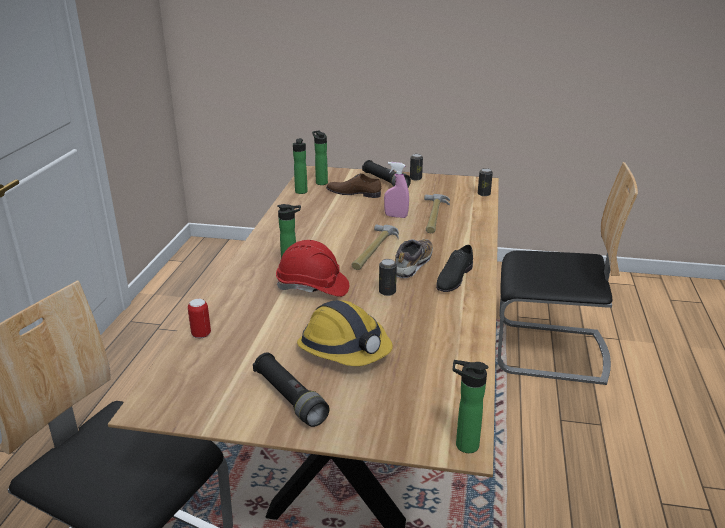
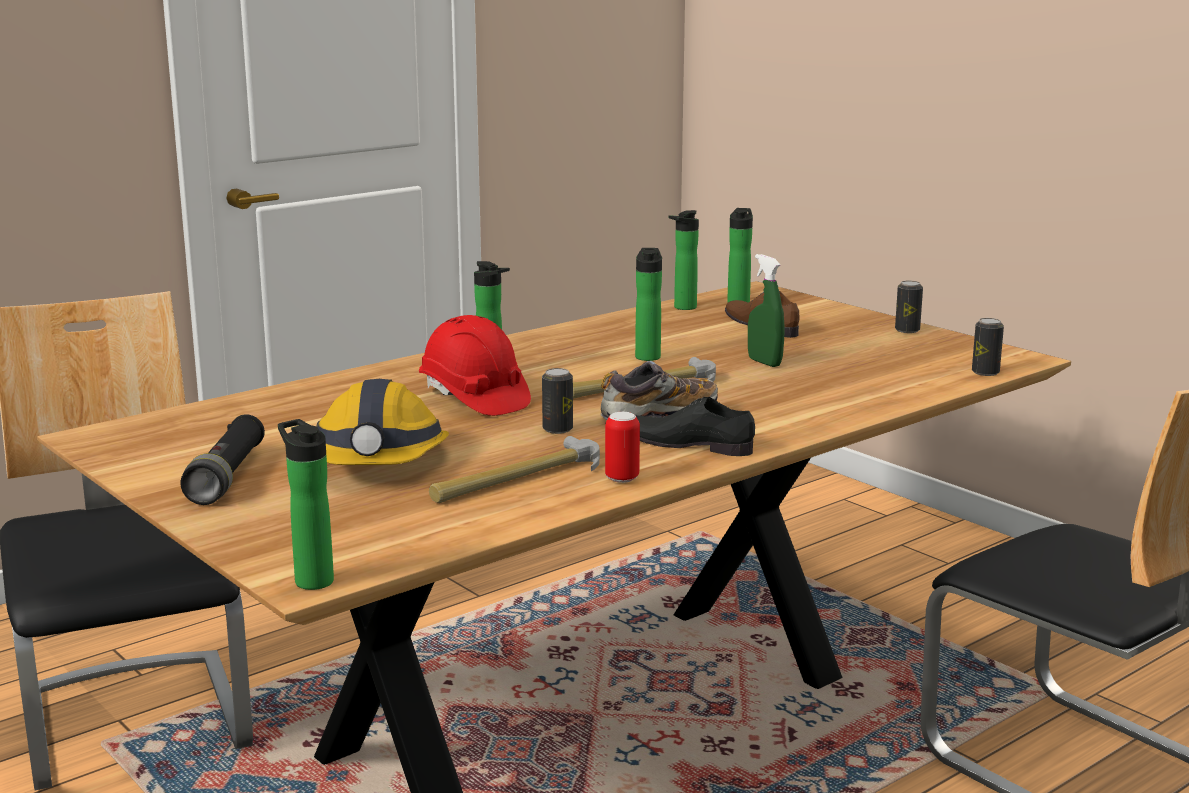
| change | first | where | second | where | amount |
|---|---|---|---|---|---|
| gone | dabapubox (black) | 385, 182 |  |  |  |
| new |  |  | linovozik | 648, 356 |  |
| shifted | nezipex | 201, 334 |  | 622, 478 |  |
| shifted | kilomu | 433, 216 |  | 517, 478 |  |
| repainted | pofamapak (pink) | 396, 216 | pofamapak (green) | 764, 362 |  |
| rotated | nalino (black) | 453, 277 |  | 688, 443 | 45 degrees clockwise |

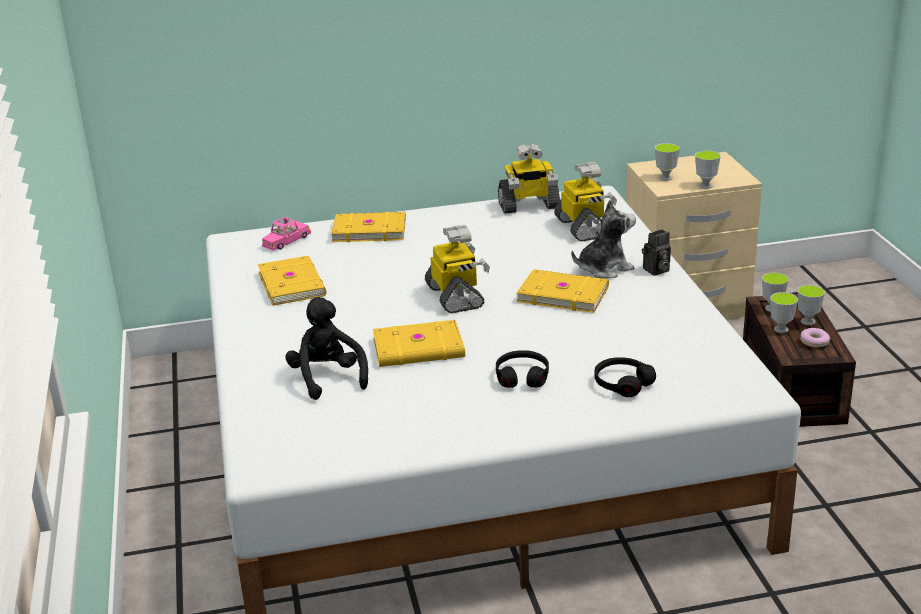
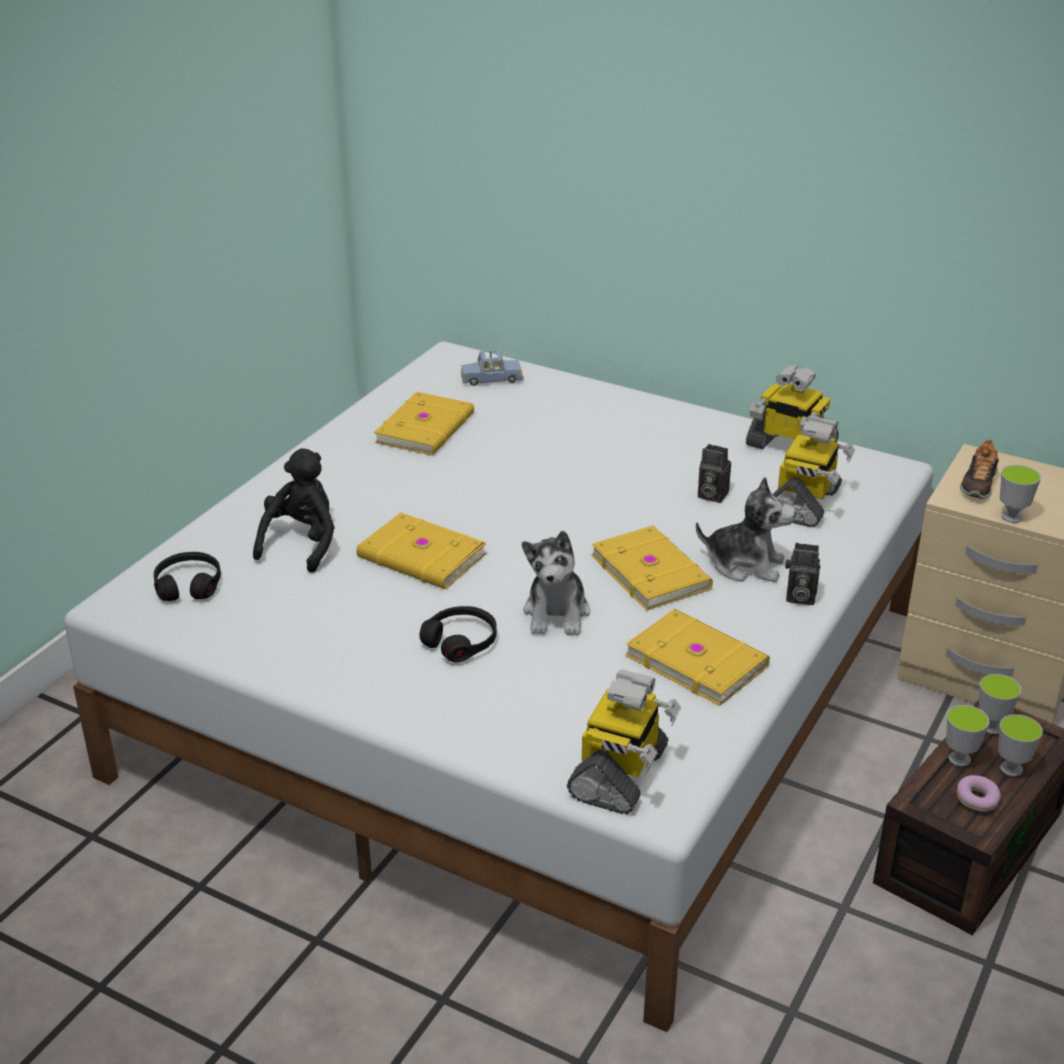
| change | first | where | second | where | amount |
|---|---|---|---|---|---|
| new |  |  | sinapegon | 557, 613 |  |
| new |  |  | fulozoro | 710, 495 |  |
| shifted | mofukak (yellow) | 369, 230 |  | 697, 660 |  |
| shifted | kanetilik | 456, 296 |  | 620, 774 |  |
| shifted | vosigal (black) | 622, 383 |  | 188, 585 |  |
| swapped | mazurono | 665, 178 | nalino | 978, 484 |  |
| repainted | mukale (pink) | 286, 241 | mukale (blue) | 491, 379 |  |

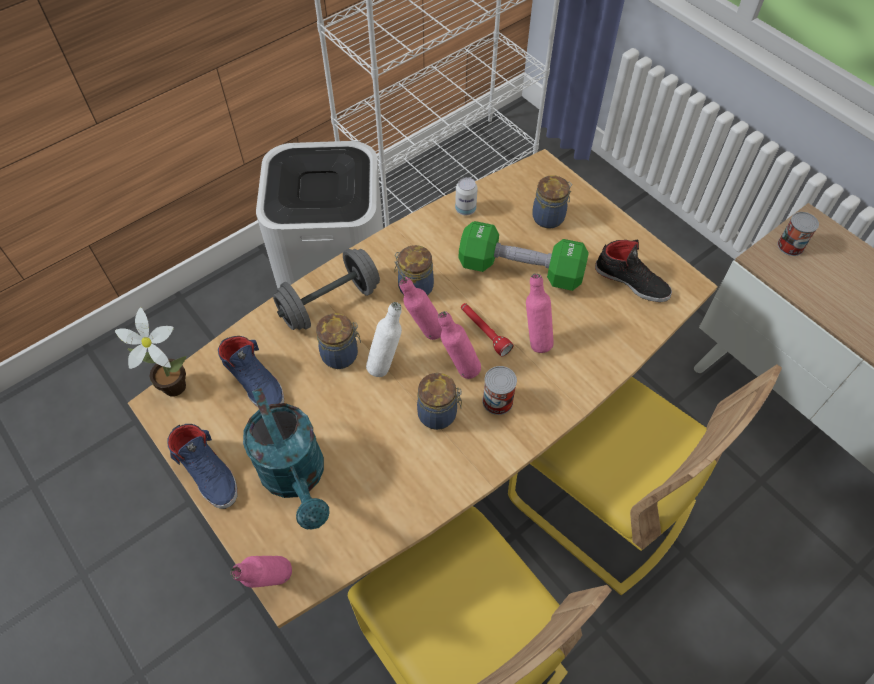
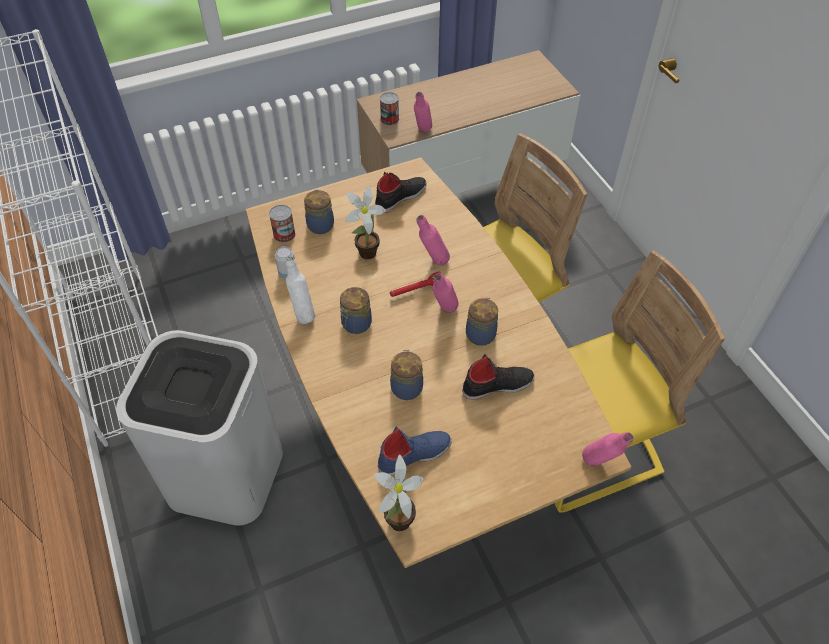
| change | first | where | second | where | amount |
|---|---|---|---|---|---|
| gone | nalino (blue) | 208, 472 |  |  |  |
| gone | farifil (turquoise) | 297, 478 |  |  |  |
| gone | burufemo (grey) | 330, 303 |  |  |  |
| new |  |  | nalino (black) | 497, 385 |  |
| shifted | linovozik (white) | 386, 364 |  | 303, 314 |  |
| shifted | linovozik (pink) | 423, 332 |  | 422, 133 |  |
| shifted | nezipex | 497, 401 |  | 284, 234 |  |
| swapped | burufemo (green) | 520, 269 | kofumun | 365, 254 |  |

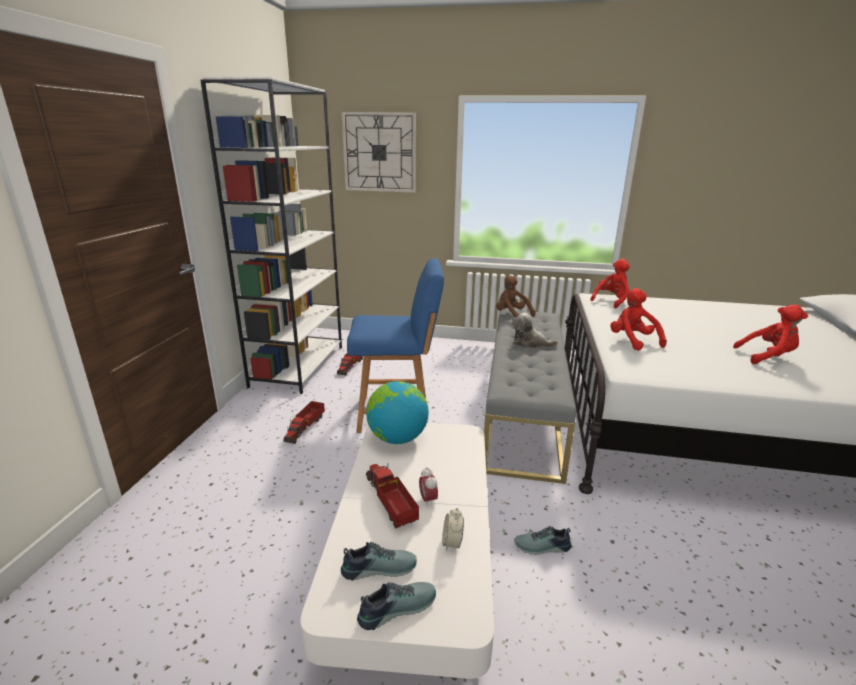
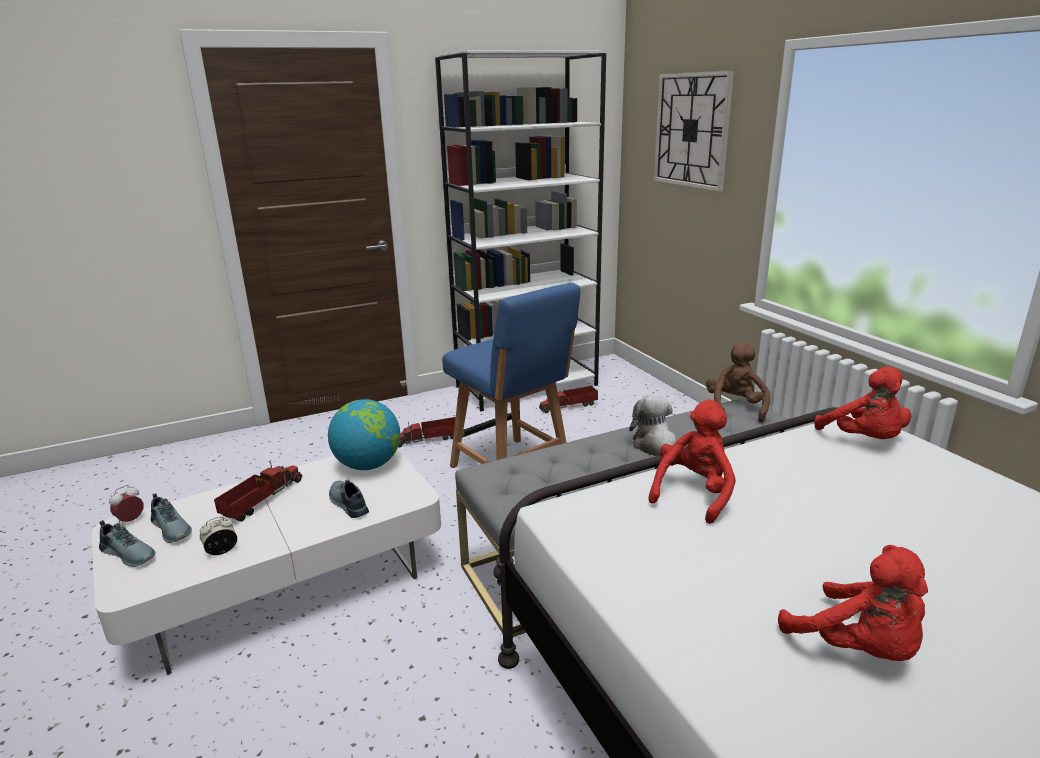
| change | first | where | second | where | amount |
|---|---|---|---|---|---|
| shifted | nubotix | 428, 500 |  | 131, 520 |  |
| shifted | nalino | 542, 547 |  | 347, 504 |  |
| rotated | sinapegon (red) | 611, 301 |  | 864, 440 | 60 degrees clockwise |

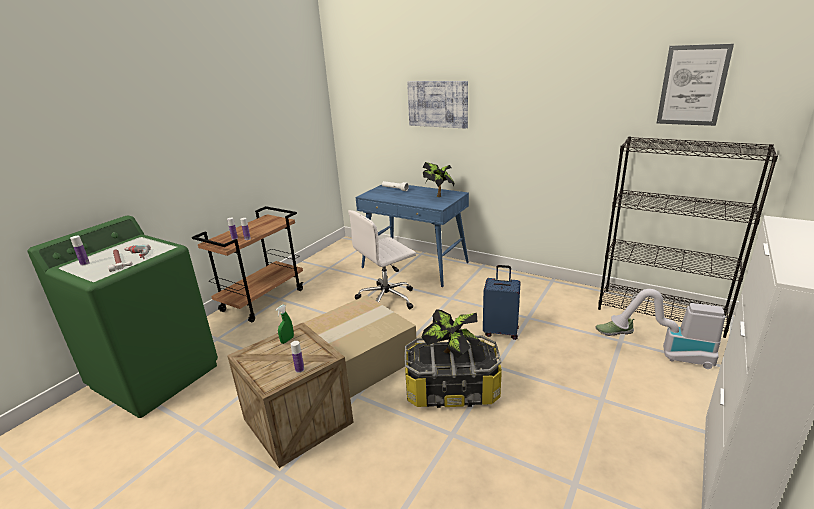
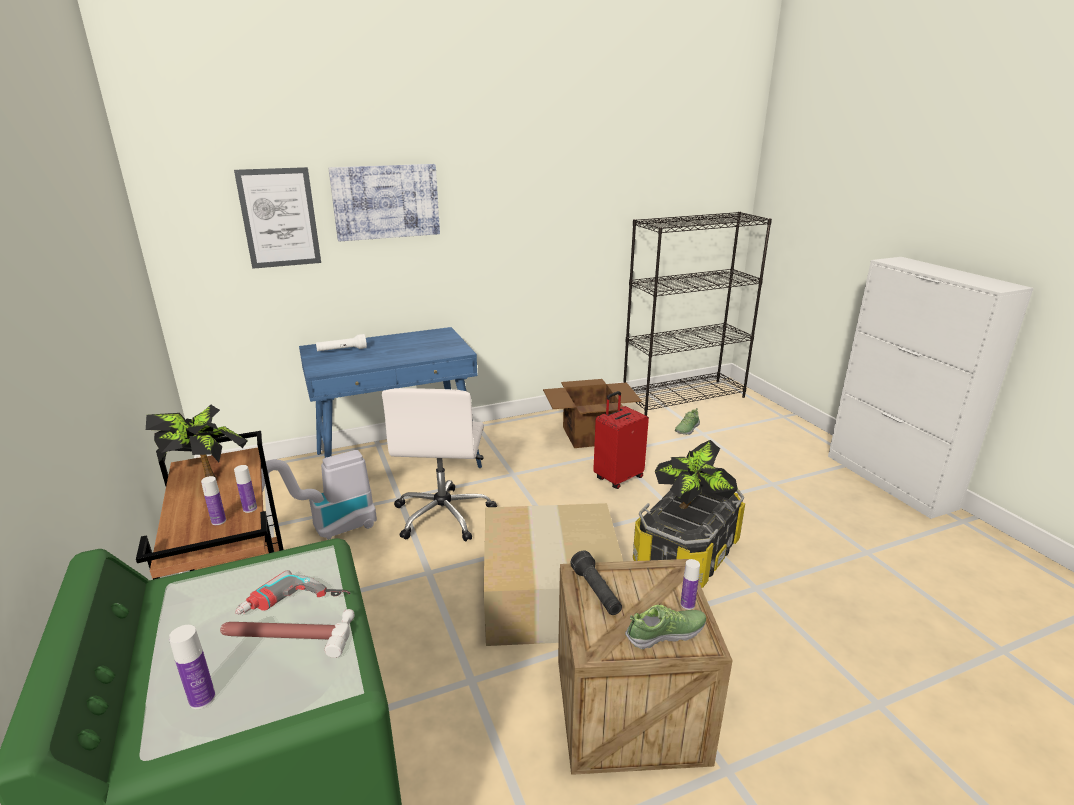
| change | first | where | second | where | amount |
|---|---|---|---|---|---|
| new |  |  | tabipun | 589, 435 |  |
| new |  |  | nalino | 666, 634 |  |
| shifted | kofumun | 439, 195 |  | 206, 476 |  |
| shifted | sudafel | 668, 354 |  | 323, 532 |  |
| shifted | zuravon | 692, 85 |  | 279, 218 |  |
| swapped | pofamapak (green) | 287, 340 | dabapubox (black) | 596, 592 |  |
| repainted | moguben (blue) | 501, 331 | moguben (red) | 618, 478 |  |

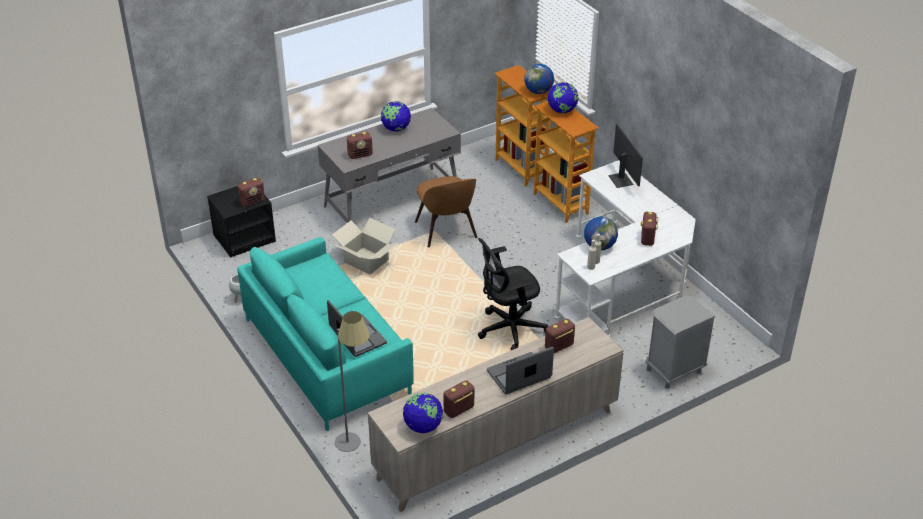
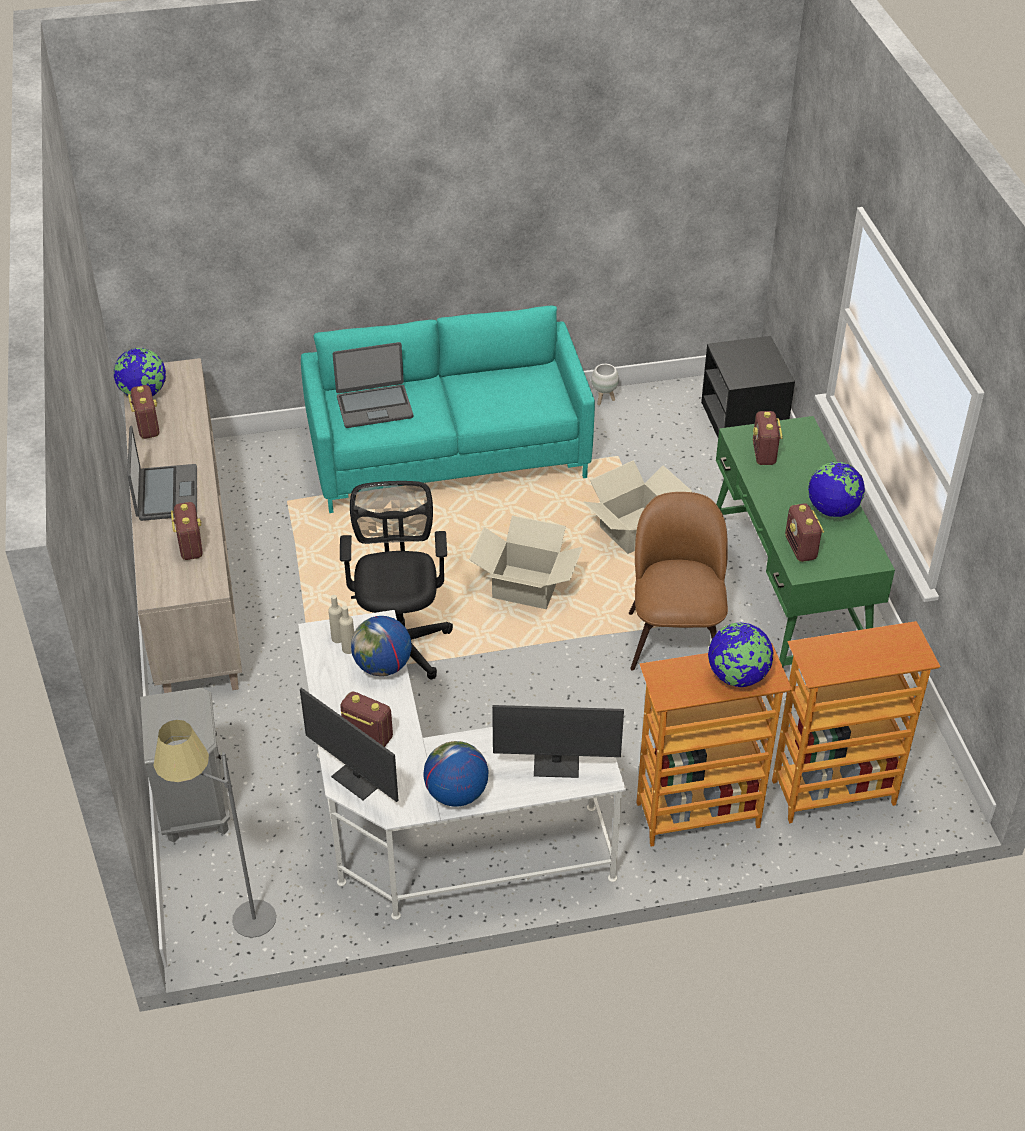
| change | first | where | second | where | amount |
|---|---|---|---|---|---|
| new |  |  | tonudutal | 359, 779 |  |
| new |  |  | tabipun | 526, 586 |  |
| shifted | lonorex | 252, 201 |  | 801, 548 |  |
| shifted | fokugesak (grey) | 356, 447 |  | 235, 927 |  |
| shifted | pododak | 538, 92 |  | 456, 794 |  |
| repainted | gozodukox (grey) | 392, 200 | gozodukox (green) | 787, 593 |  |
| rotated | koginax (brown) | 446, 231 |  | 675, 637 | 90 degrees clockwise |

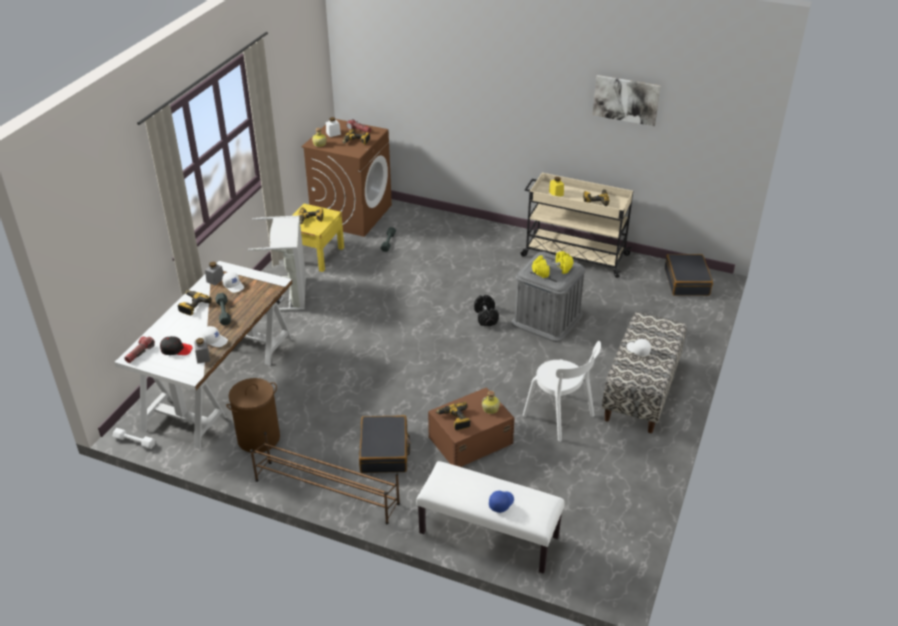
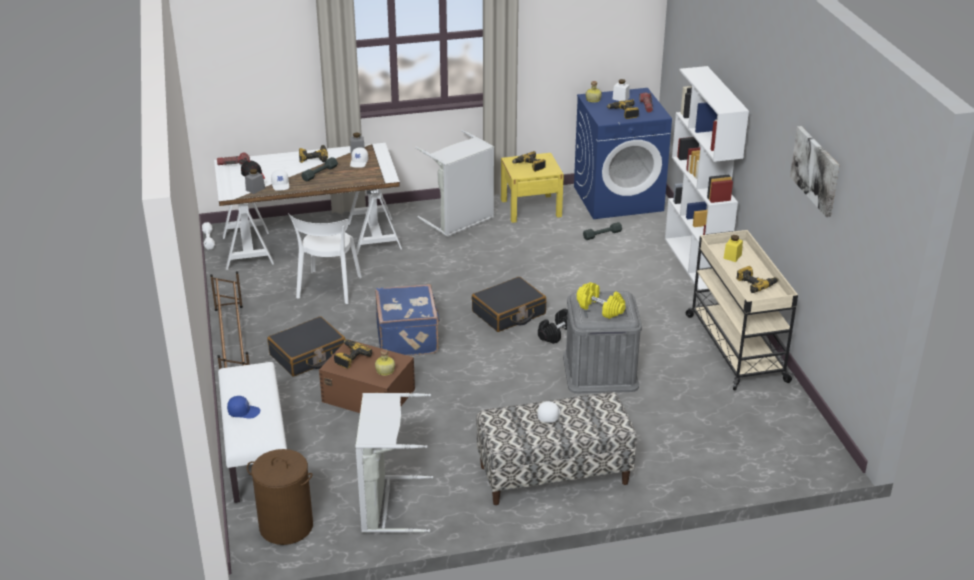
| change | first | where | second | where | amount |
|---|---|---|---|---|---|
| new |  |  | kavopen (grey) | 387, 505 |  |
| new |  |  | moguben (blue) | 408, 338 |  |
| new |  |  | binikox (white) | 695, 263 |  |
| shifted | kavopen (brown) | 258, 438 |  | 285, 526 |  |
| shifted | koginax (white) | 561, 417 |  | 328, 289 |  |
| shifted | moguben (black) | 687, 282 |  | 509, 313 |  |
| repainted | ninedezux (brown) | 352, 214 | ninedezux (blue) | 618, 198 |  |

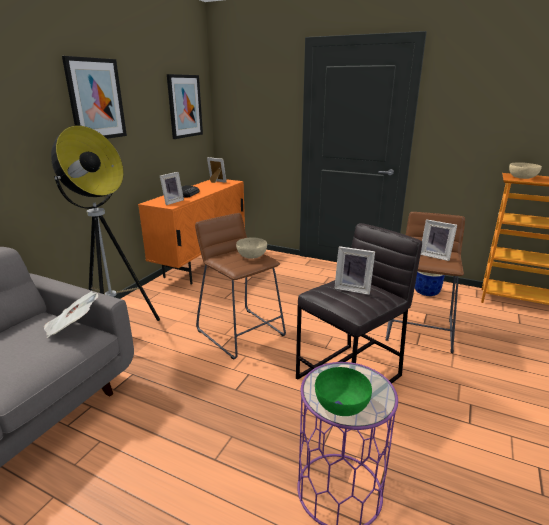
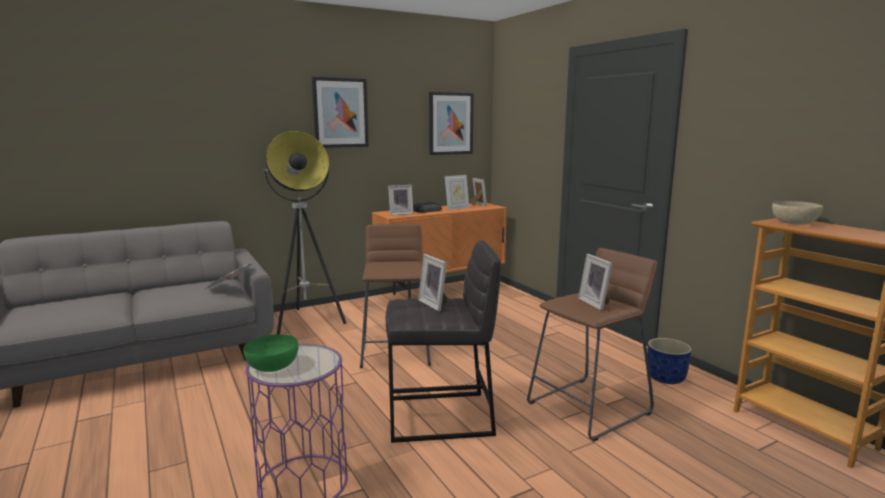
| change | first | where | second | where | amount |
|---|---|---|---|---|---|
| gone | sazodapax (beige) | 252, 255 |  |  |  |
| new |  |  | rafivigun | 457, 208 |  |

